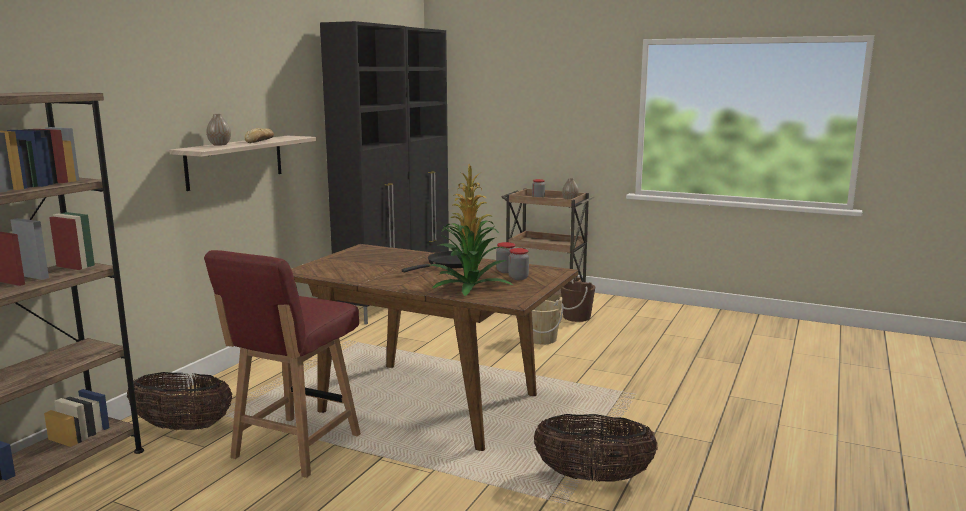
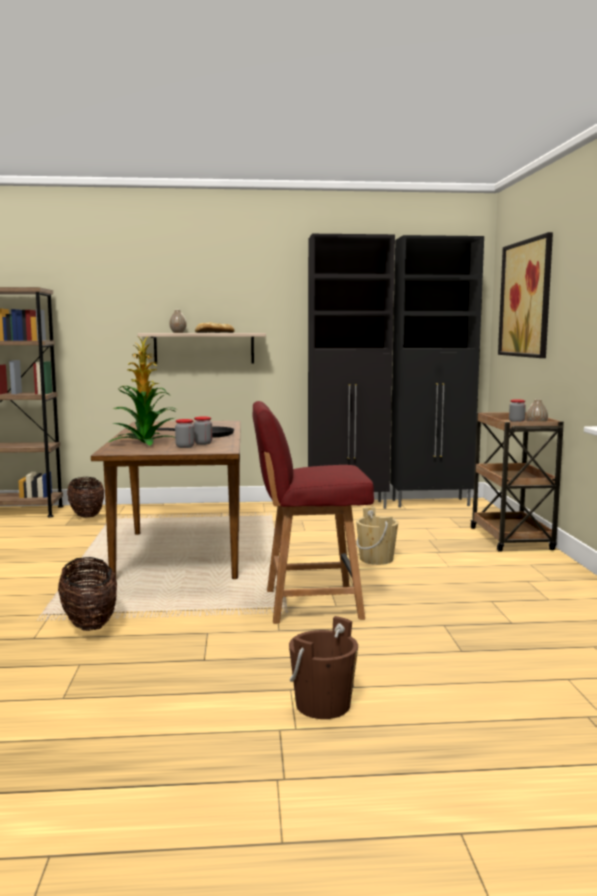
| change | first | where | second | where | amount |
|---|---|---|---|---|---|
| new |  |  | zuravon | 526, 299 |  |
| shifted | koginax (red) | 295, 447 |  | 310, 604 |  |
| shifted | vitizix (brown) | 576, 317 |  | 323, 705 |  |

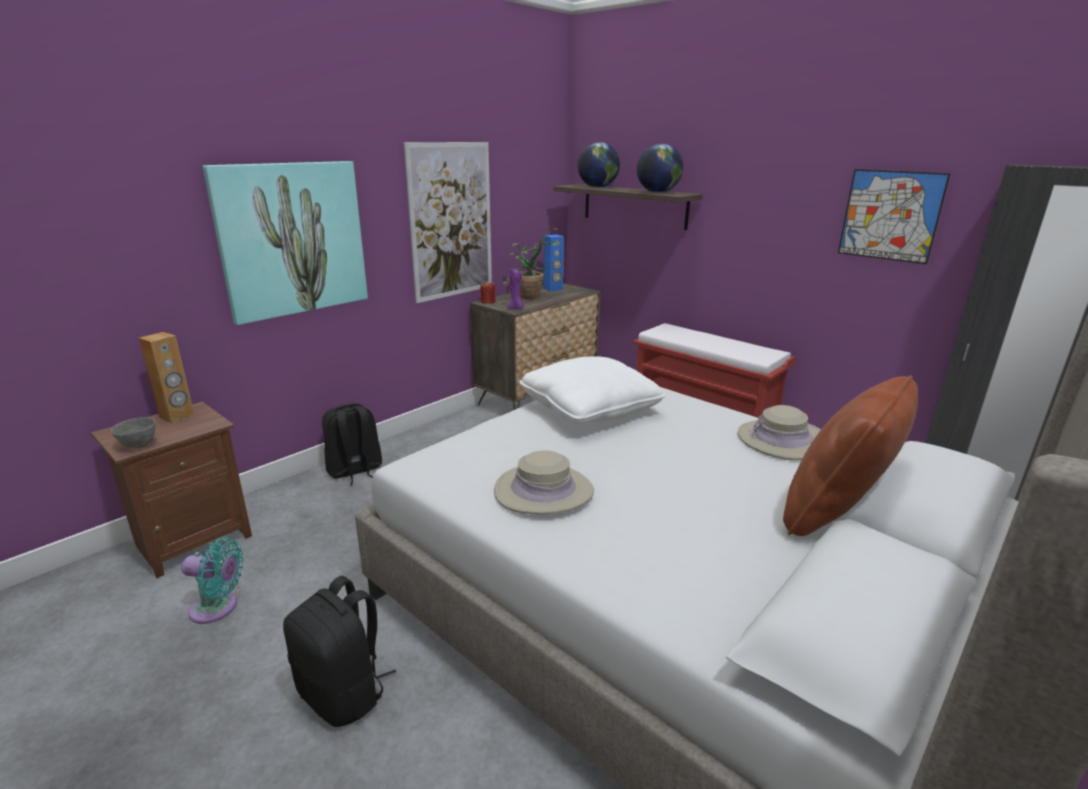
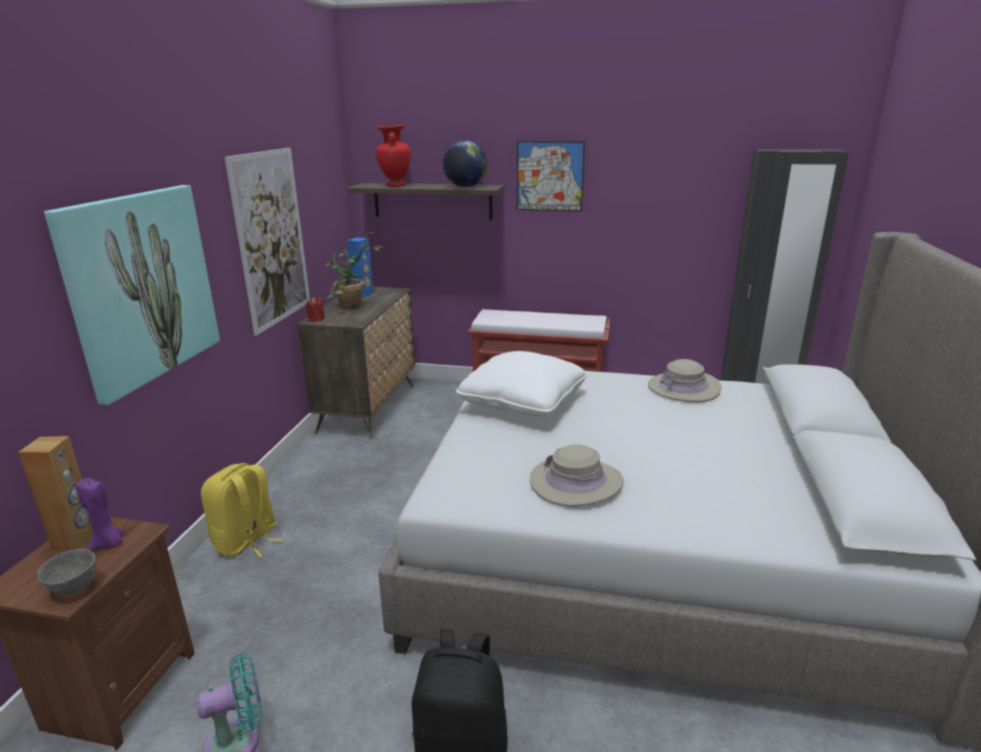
| change | first | where | second | where | amount |
|---|---|---|---|---|---|
| gone | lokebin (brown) | 835, 515 |  |  |  |
| shifted | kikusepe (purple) | 516, 308 |  | 108, 544 |  |
| shifted | zuravon | 890, 216 |  | 549, 176 |  |
| swapped | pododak | 597, 187 | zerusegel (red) | 395, 185 |  |
| repainted | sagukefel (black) | 355, 471 | sagukefel (yellow) | 247, 541 |  |

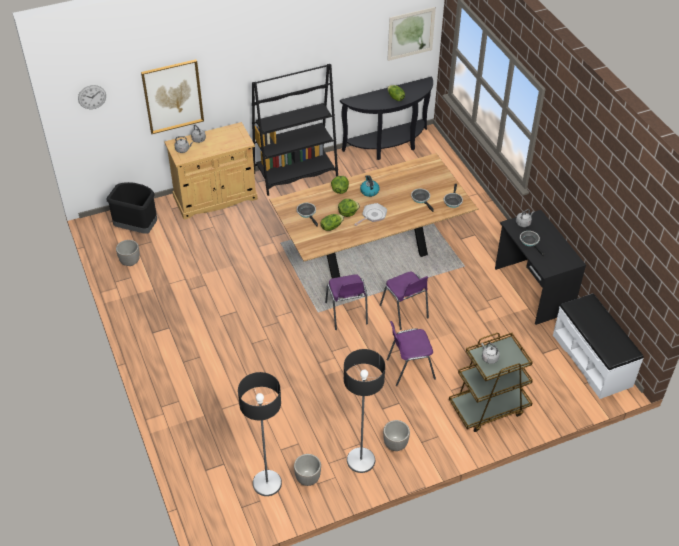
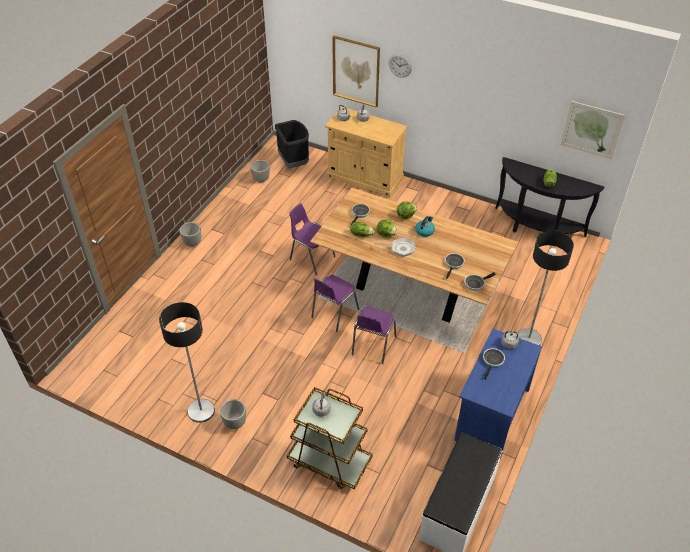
| change | first | where | second | where | amount |
|---|---|---|---|---|---|
| gone | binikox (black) | 295, 175 |  |  |  |
| shifted | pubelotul | 92, 97 |  | 400, 65 |  |
| shifted | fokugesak | 266, 483 |  | 528, 338 |  |
| shifted | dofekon | 308, 479 |  | 192, 243 |  |
| shifted | koginax (purple) | 409, 369 |  | 311, 258 |  |
| repainted | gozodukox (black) | 532, 290 | gozodukox (blue) | 491, 414 |  |

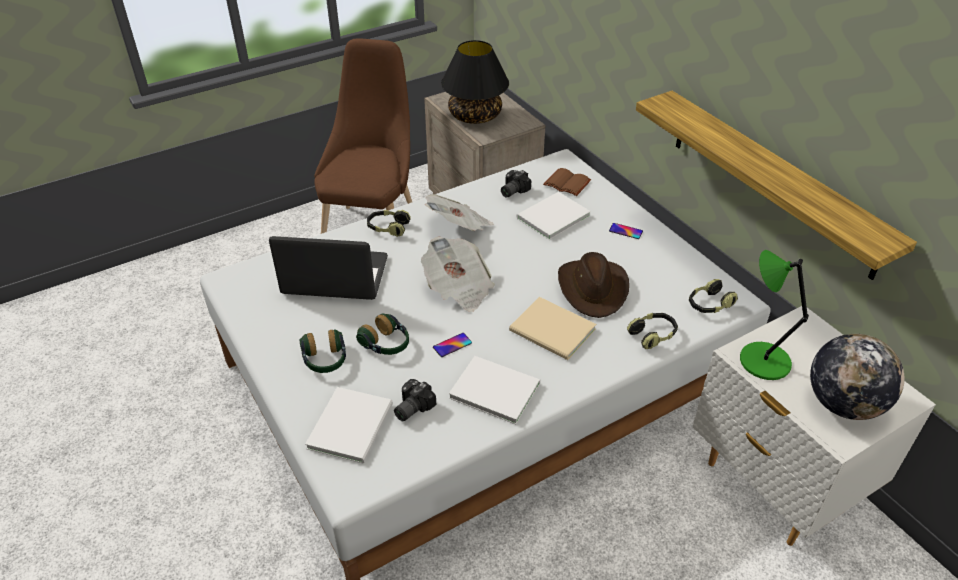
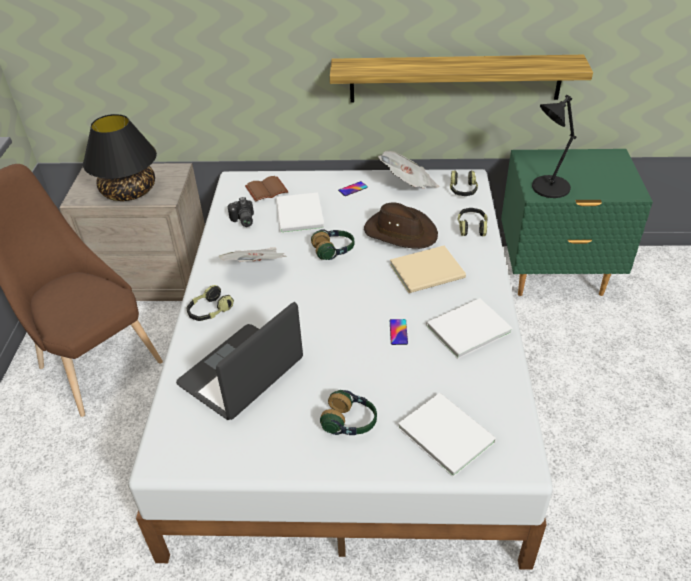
| change | first | where | second | where | amount |
|---|---|---|---|---|---|
| gone | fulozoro | 411, 407 |  |  |  |
| gone | pododak | 843, 404 |  |  |  |
| shifted | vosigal | 386, 344 |  | 334, 251 |  |
| shifted | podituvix | 458, 288 |  | 408, 184 |  |
| repainted | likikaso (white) | 775, 485 | likikaso (green) | 555, 276 |  |
| repainted | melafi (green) | 761, 360 | melafi (black) | 548, 188 |  |

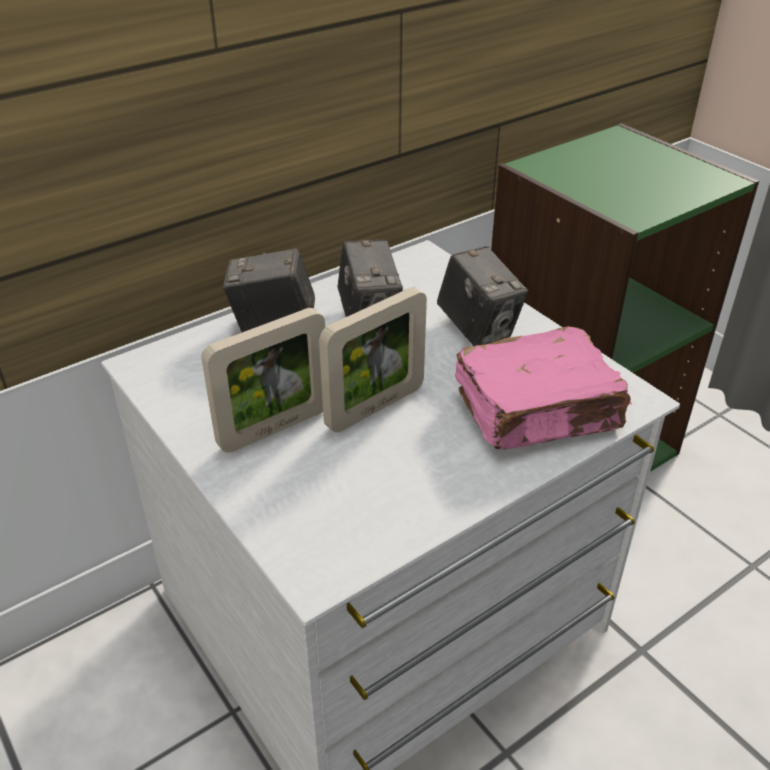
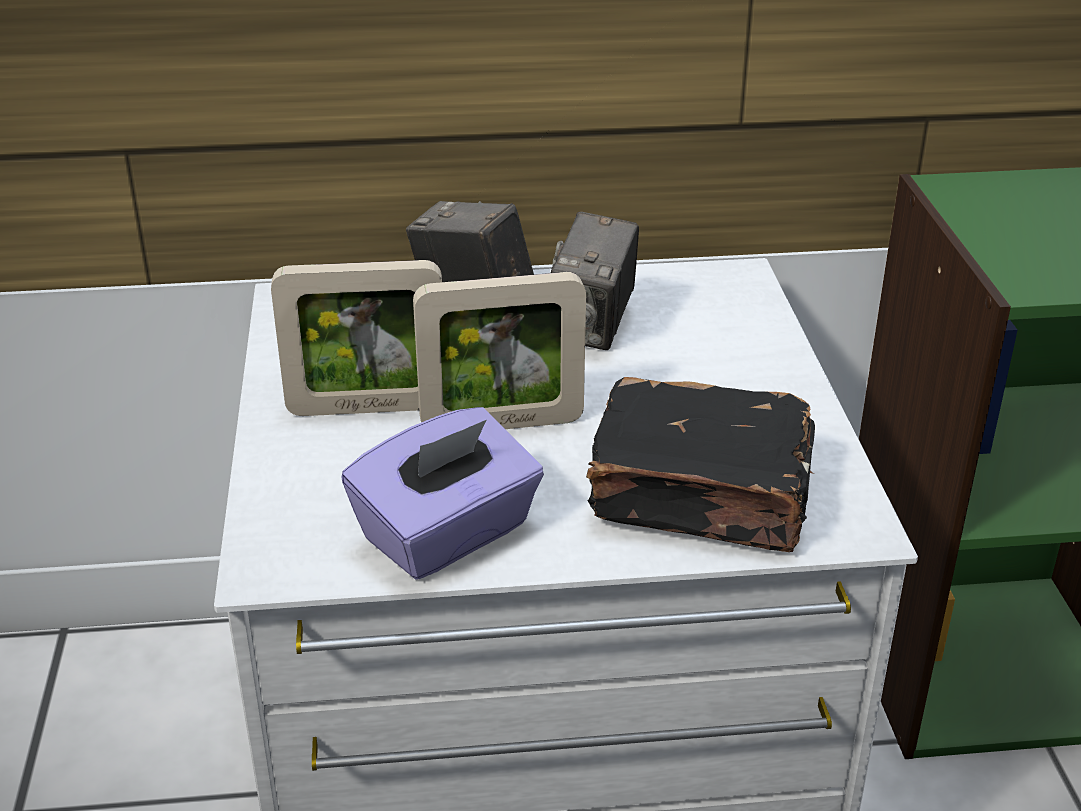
| change | first | where | second | where | amount |
|---|---|---|---|---|---|
| gone | fulozoro | 478, 329 |  |  |  |
| new |  |  | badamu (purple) | 448, 535 |  |
| repainted | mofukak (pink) | 539, 411 | mofukak (black) | 703, 498 |  |

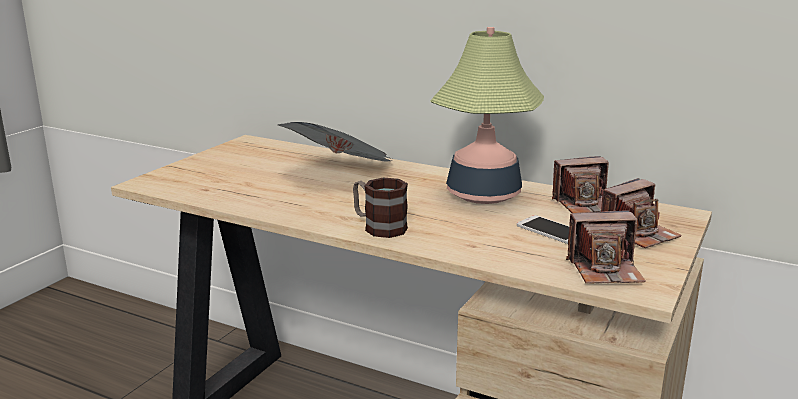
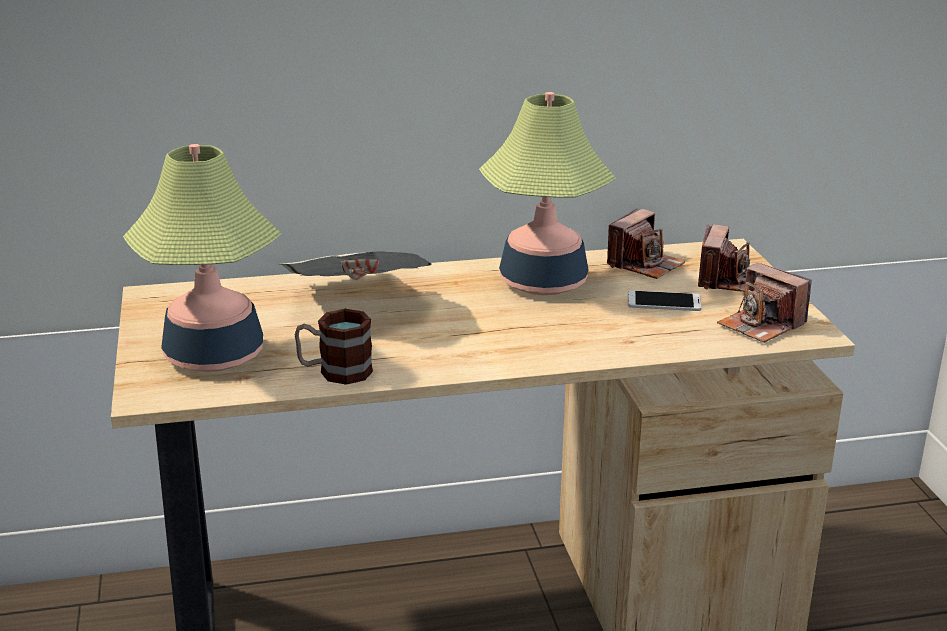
| change | first | where | second | where | amount |
|---|---|---|---|---|---|
| new |  |  | melafi | 214, 355 |  |
| shifted | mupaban | 378, 227 |  | 335, 372 |  |
| rotated | fulozoro | 605, 270 |  | 761, 325 | 90 degrees clockwise |

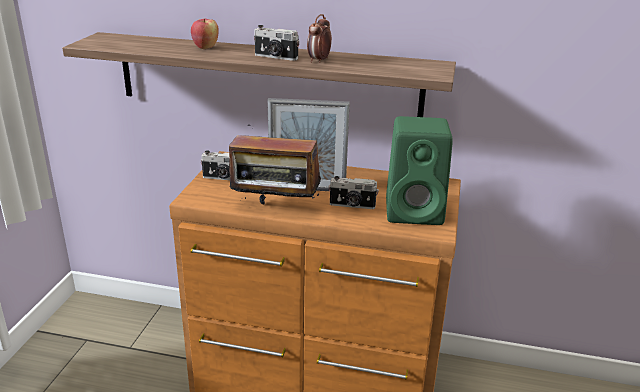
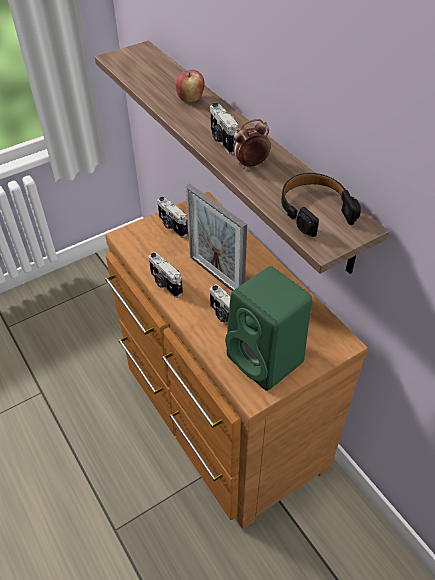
| change | first | where | second | where | amount |
|---|---|---|---|---|---|
| new |  |  | vosigal (black) | 315, 210 |  |
| swapped | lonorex | 275, 209 | fulozoro | 165, 284 |  |

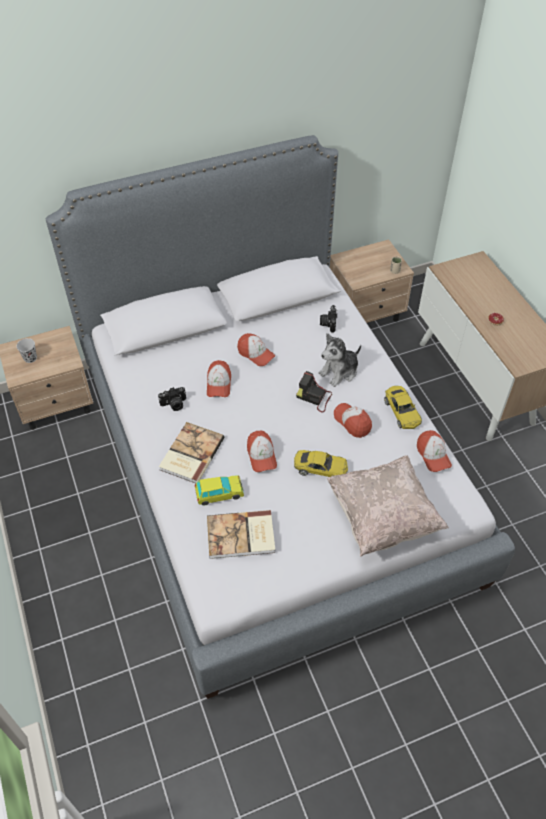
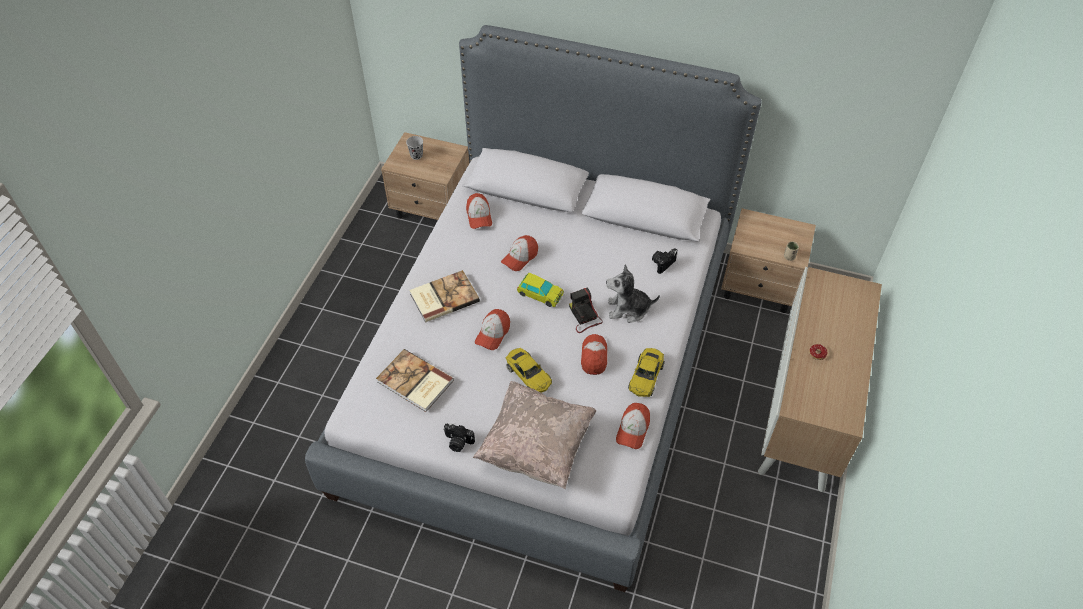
| change | first | where | second | where | amount |
|---|---|---|---|---|---|
| shifted | fulozoro | 174, 404 |  | 458, 442 |  |
| shifted | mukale | 219, 493 |  | 540, 294 |  |
| shifted | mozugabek | 256, 354 |  | 479, 216 |  |

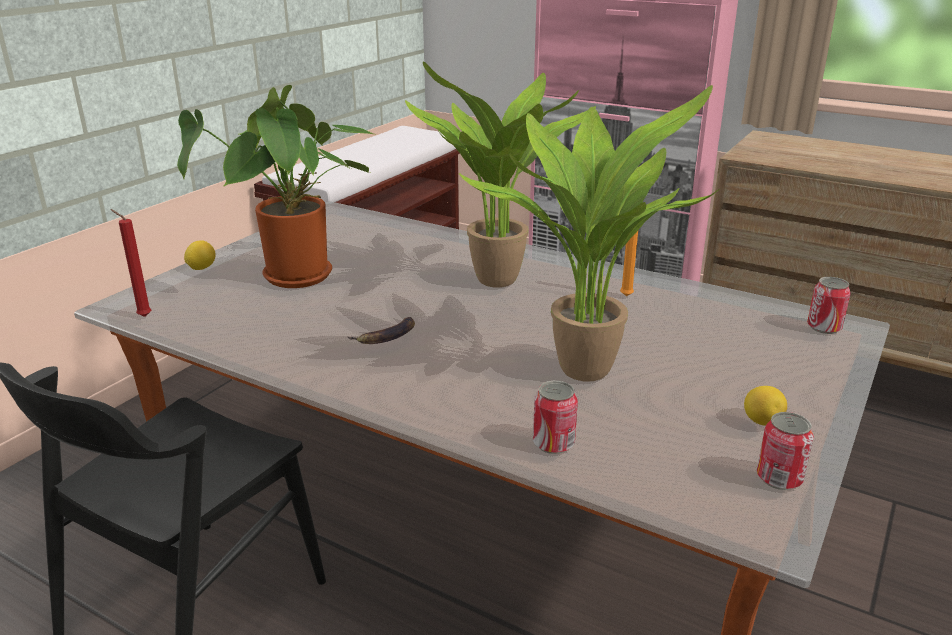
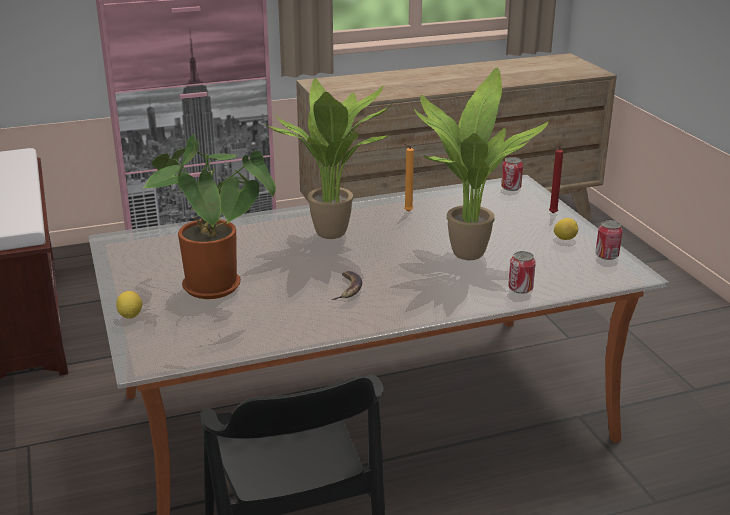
| change | first | where | second | where | amount |
|---|---|---|---|---|---|
| shifted | kikusepe (red) | 142, 316 |  | 552, 214 |  |

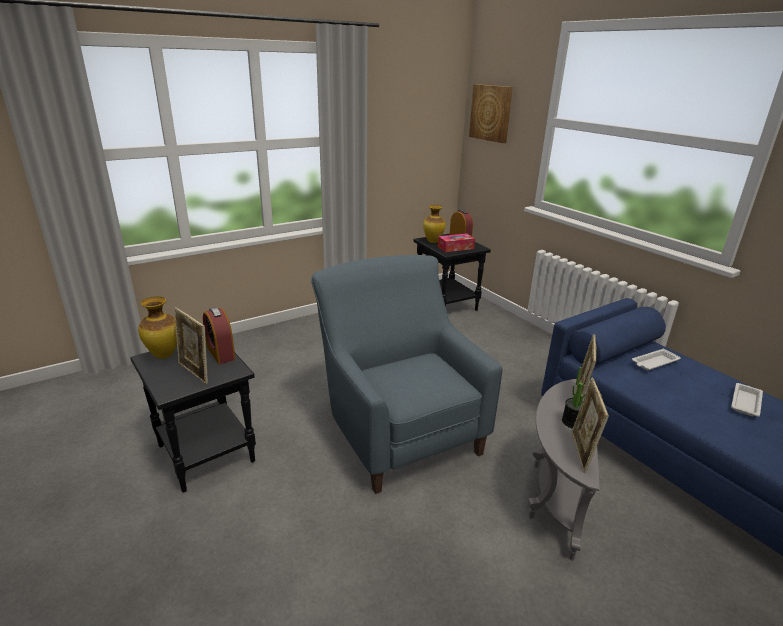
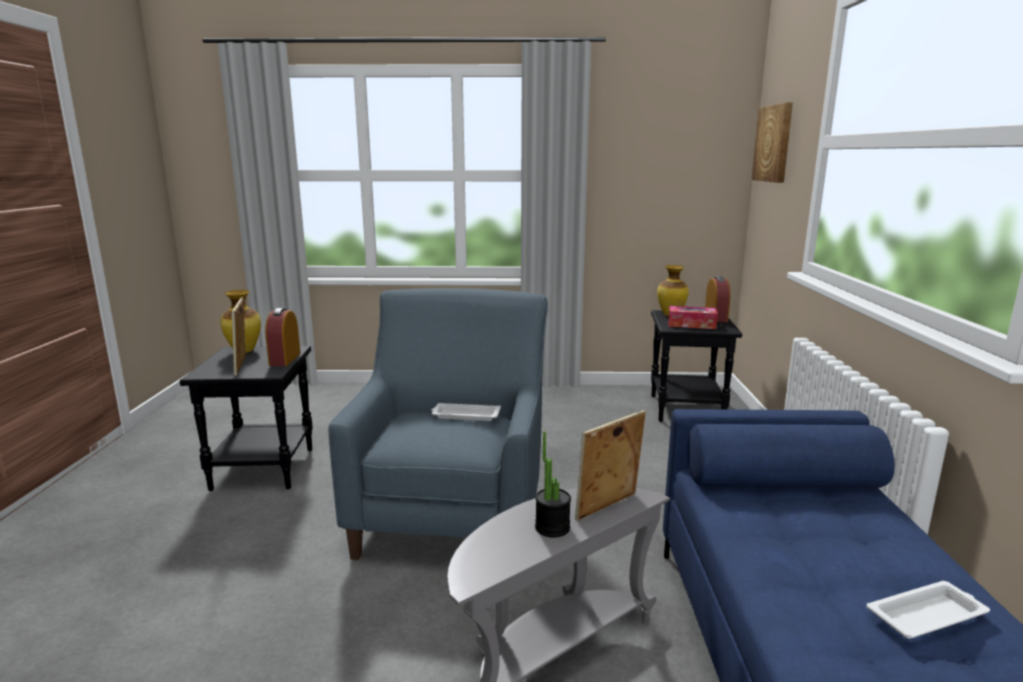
| change | first | where | second | where | amount |
|---|---|---|---|---|---|
| gone | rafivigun | 581, 452 |  |  |  |
| shifted | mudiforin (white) | 654, 363 |  | 465, 415 |  |

